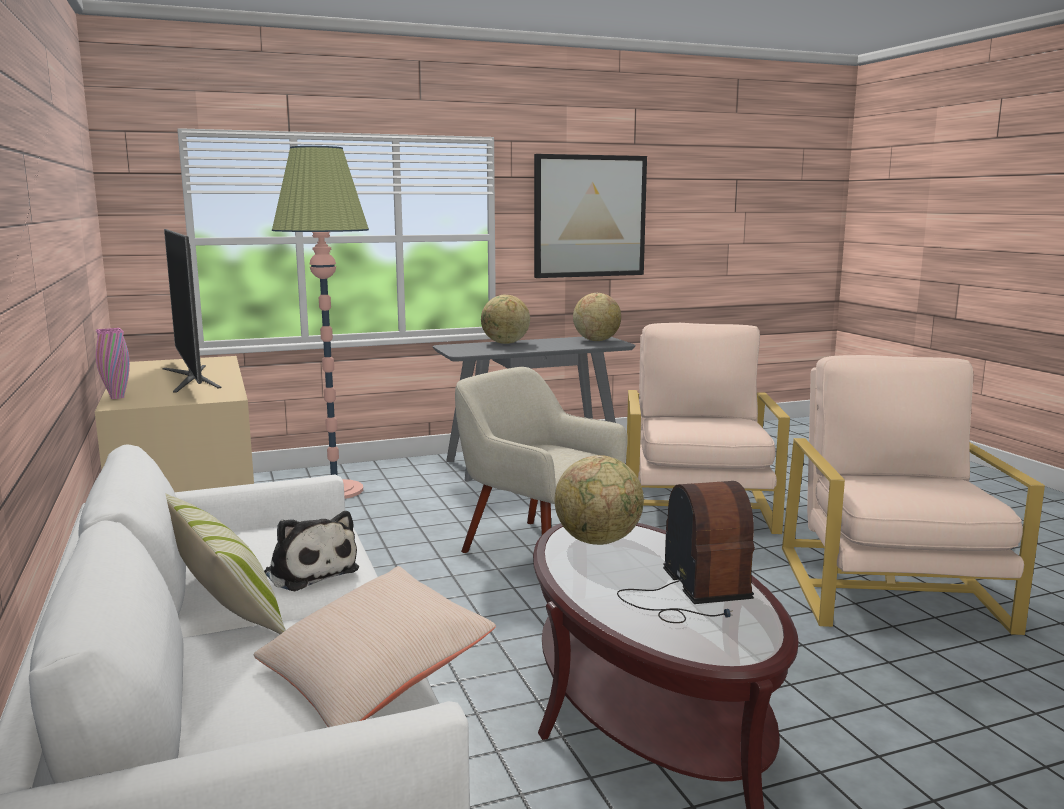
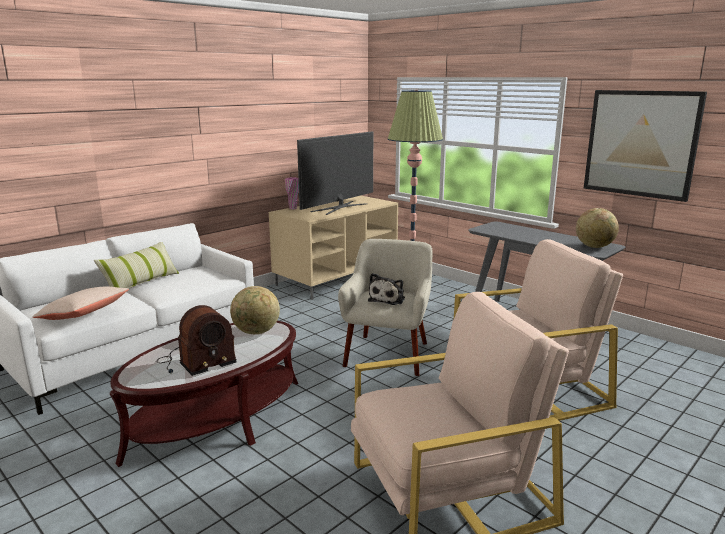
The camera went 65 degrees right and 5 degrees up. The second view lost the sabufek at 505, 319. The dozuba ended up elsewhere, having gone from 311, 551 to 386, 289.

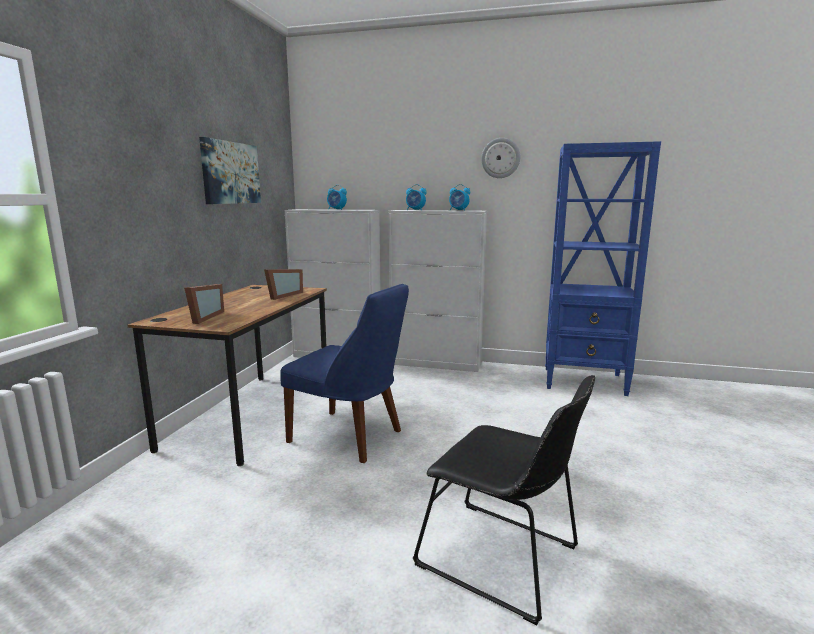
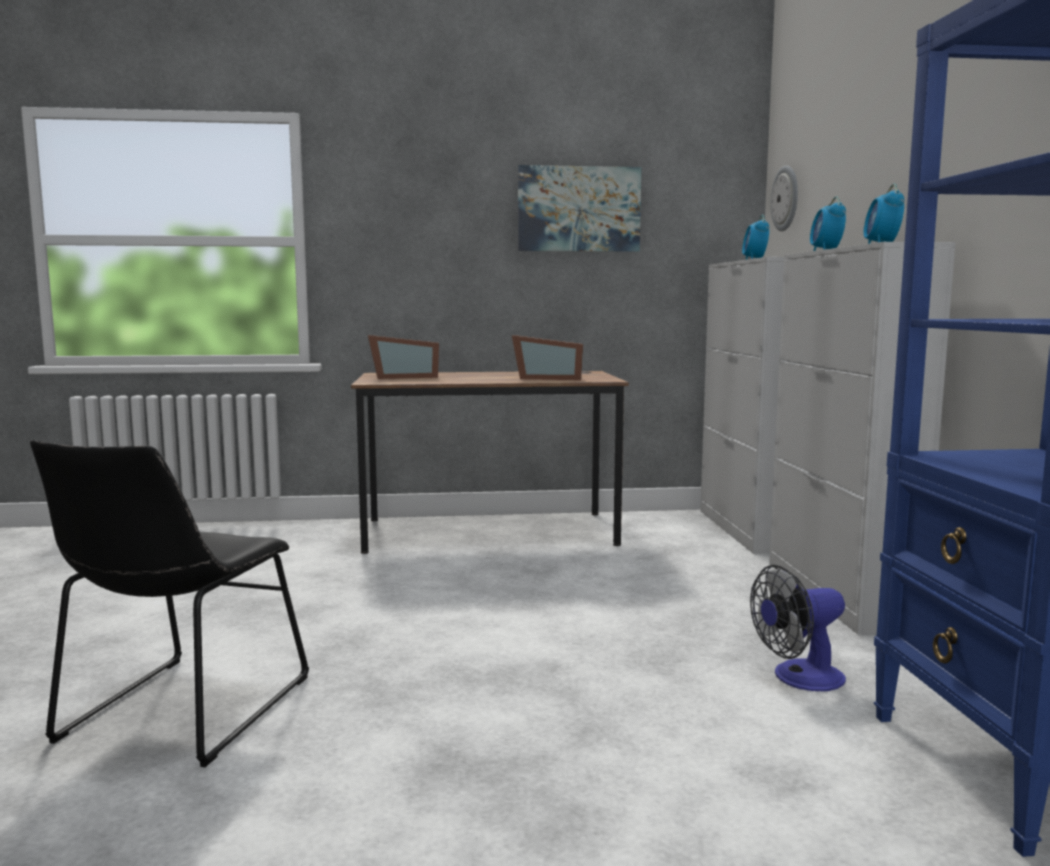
The camera went 70 degrees right and 5 degrees down. The second view lost the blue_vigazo at 344, 373. The second view gained the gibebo at 798, 628. The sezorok ended up elsewhere, having gone from 500, 158 to 784, 198.

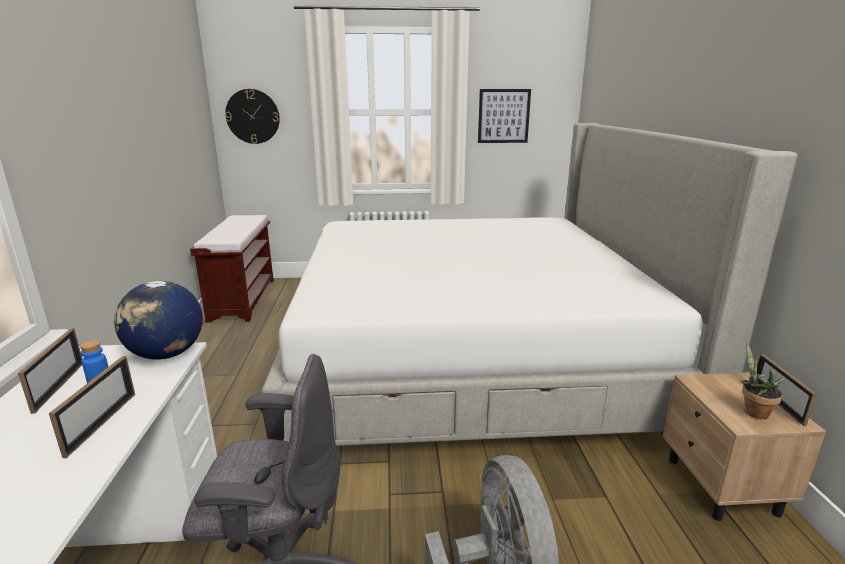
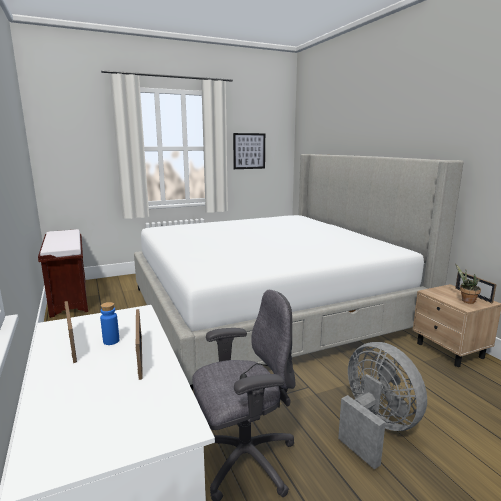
The camera went 20 degrees left and 5 degrees down. The second view lost the sabufek at 158, 320. The second view lost the sezorok at 252, 116.

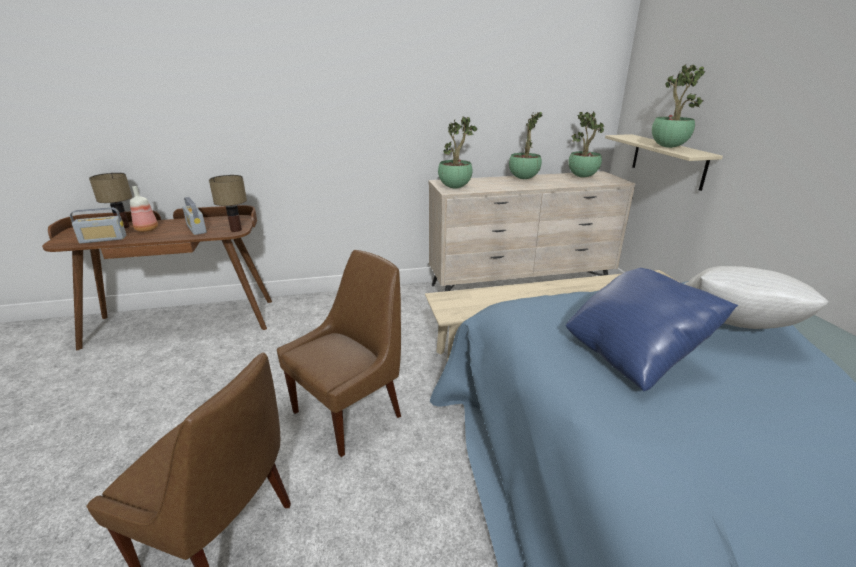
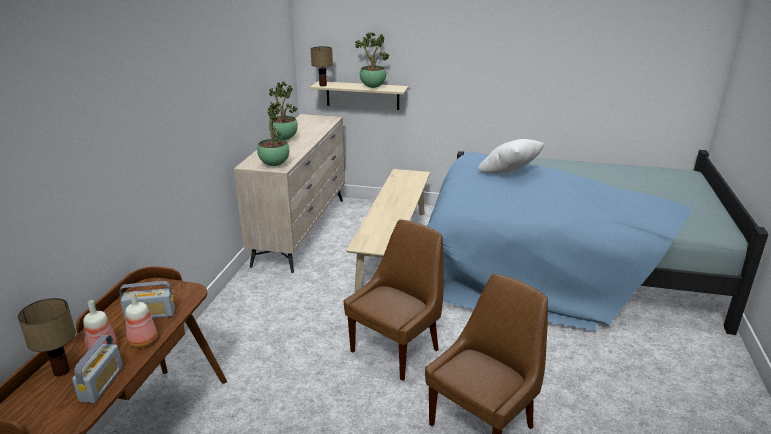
The camera went 65 degrees left and 0 degrees up. The second view lost the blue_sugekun at 652, 329. The second view lost the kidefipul at 586, 144. The second view gained the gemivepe at 141, 319. The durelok ended up elsewhere, having gone from 228, 203 to 322, 66. The brown_vigazo at 339, 353 ended up facing another way, 60 degrees clockwise from before.

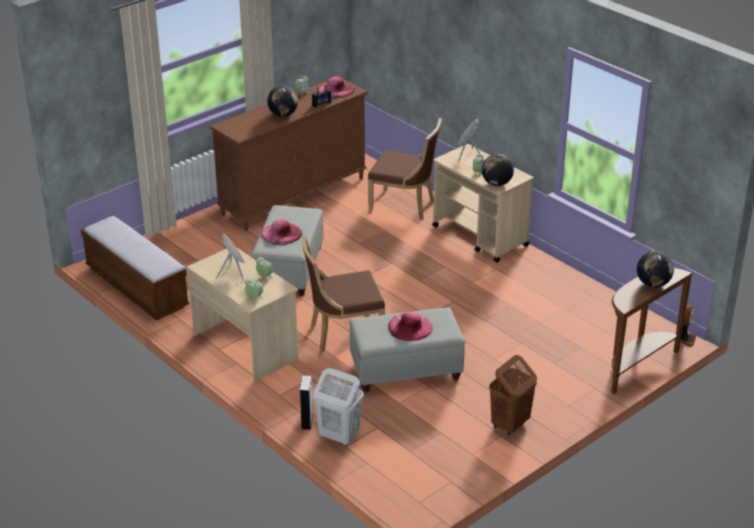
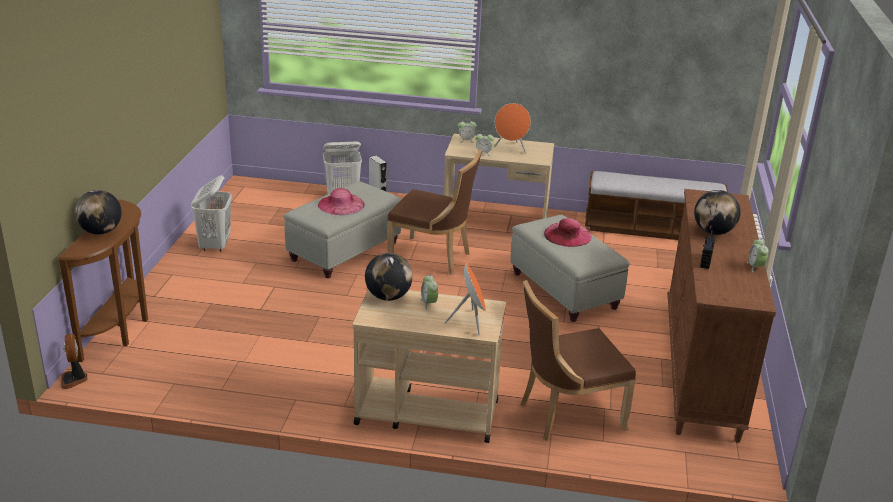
The camera went 140 degrees right and 5 degrees down. The second view lost the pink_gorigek at 336, 87. What was the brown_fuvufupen at 513, 395 turned into the white_fuvufupen at 211, 213. The brown_vigazo at 343, 293 ended up facing another way, 75 degrees clockwise from before.

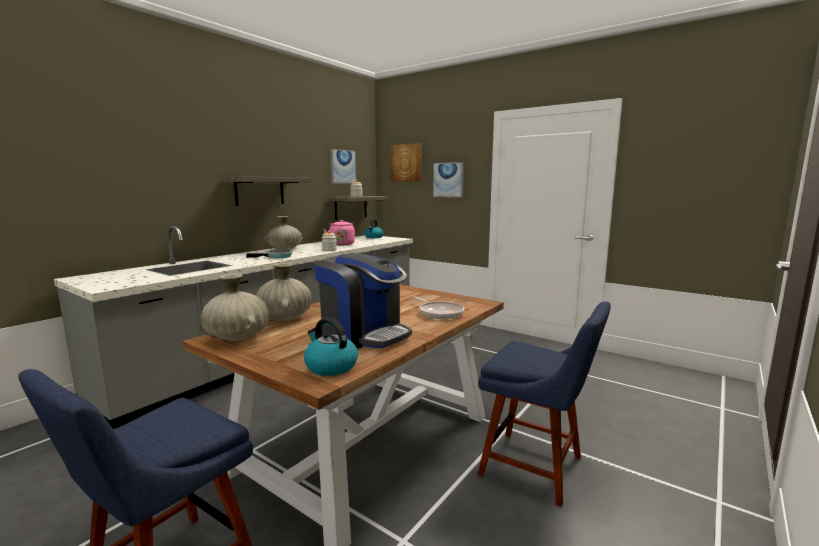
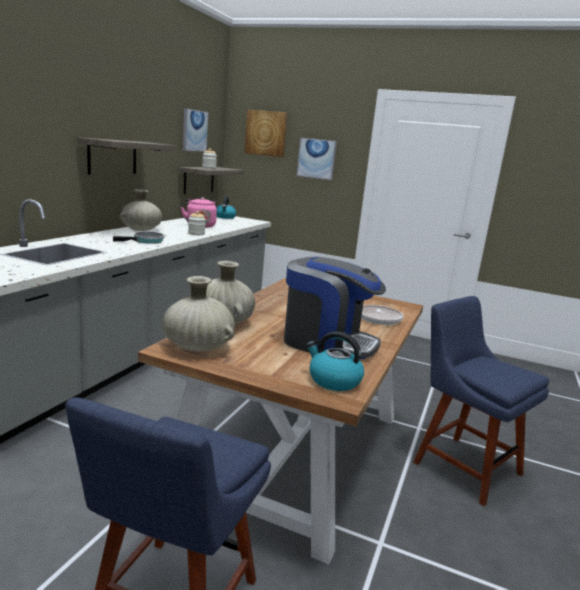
The camera went 15 degrees left and 5 degrees up. The blue_vigazo at 544, 404 ended up facing another way, 150 degrees counterclockwise from before.

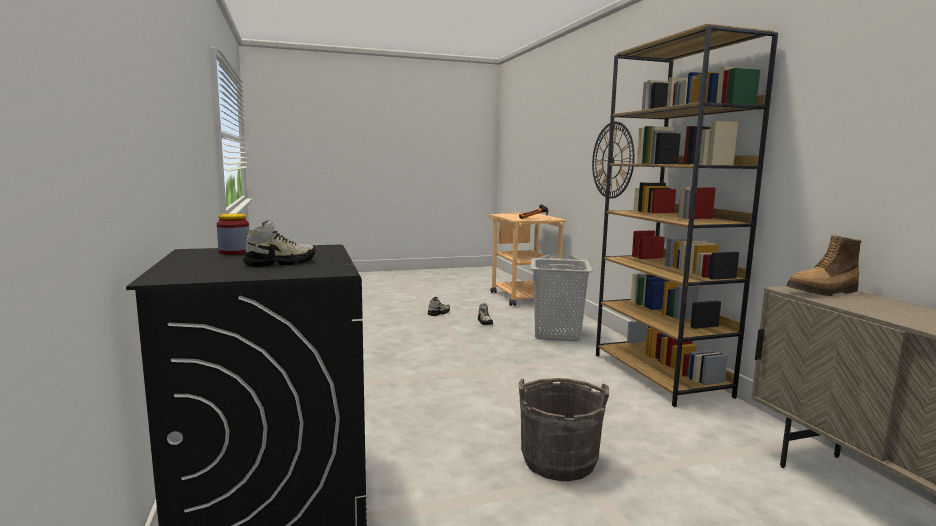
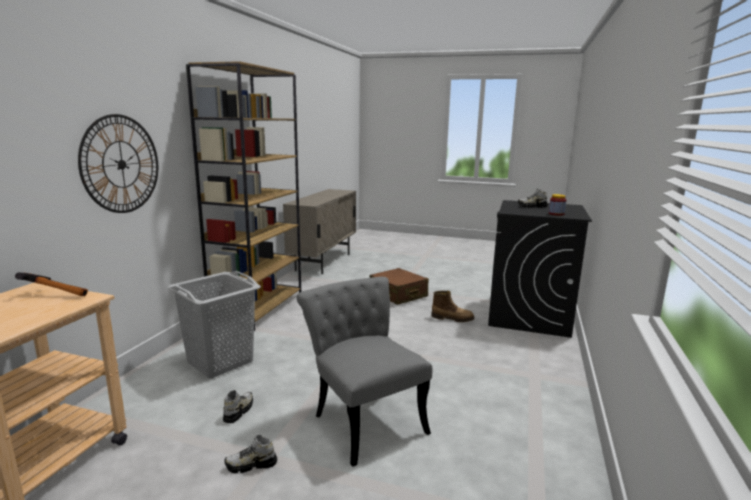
The camera went 145 degrees left and 5 degrees up. The second view gained the grey_vigazo at 364, 372. The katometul ended up elsewhere, having gone from 823, 266 to 453, 306. Where the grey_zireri stood at 563, 429, the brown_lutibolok came to stand at 399, 286.

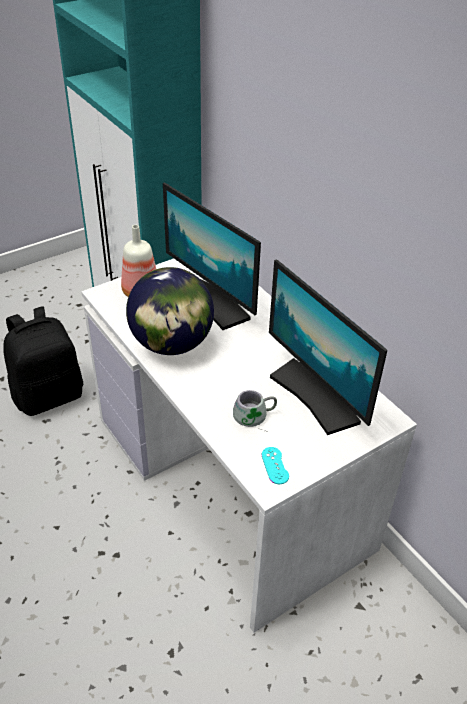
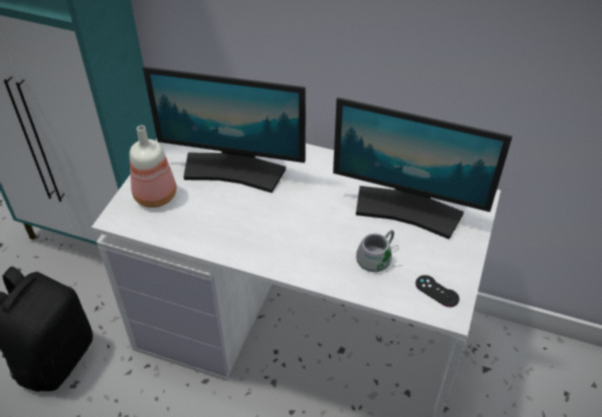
The camera went 35 degrees left and 5 degrees up. The second view lost the sabufek at 170, 311. What was the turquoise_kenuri at 275, 465 turned into the black_kenuri at 437, 291.

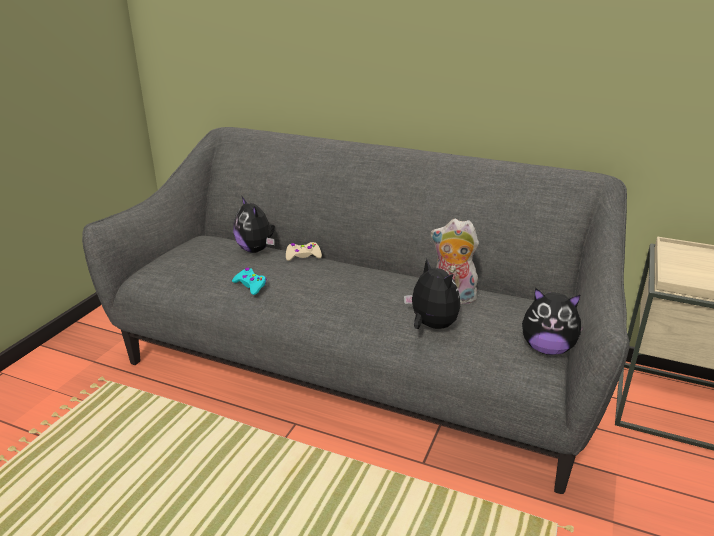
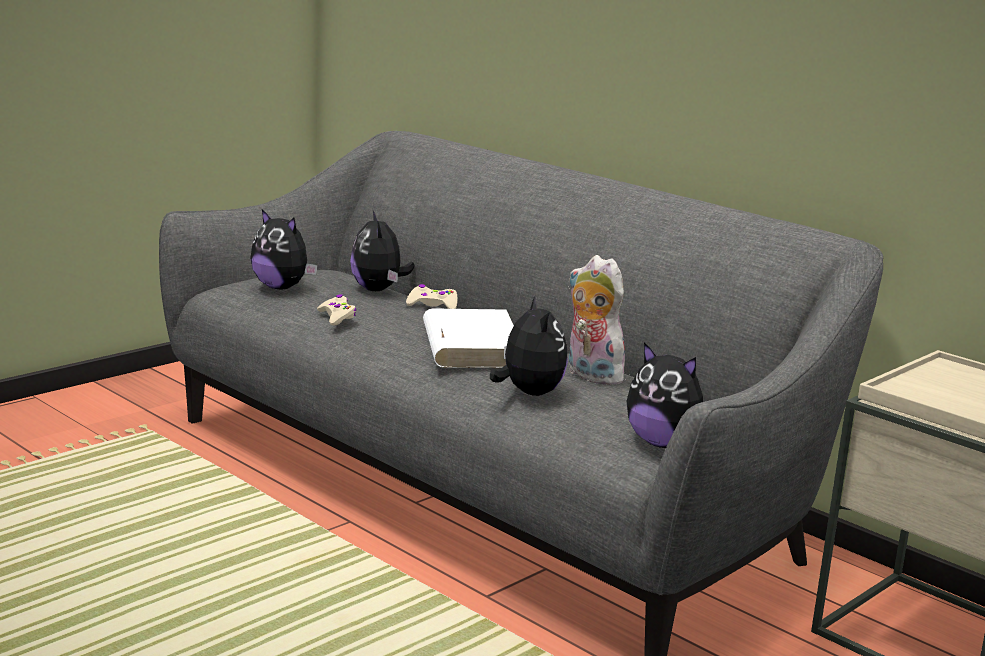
The camera went 20 degrees right and 10 degrees down. The second view gained the dozuba at 284, 249. The second view gained the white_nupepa at 468, 338. What was the turquoise_kenuri at 249, 281 turned into the beige_kenuri at 336, 310.

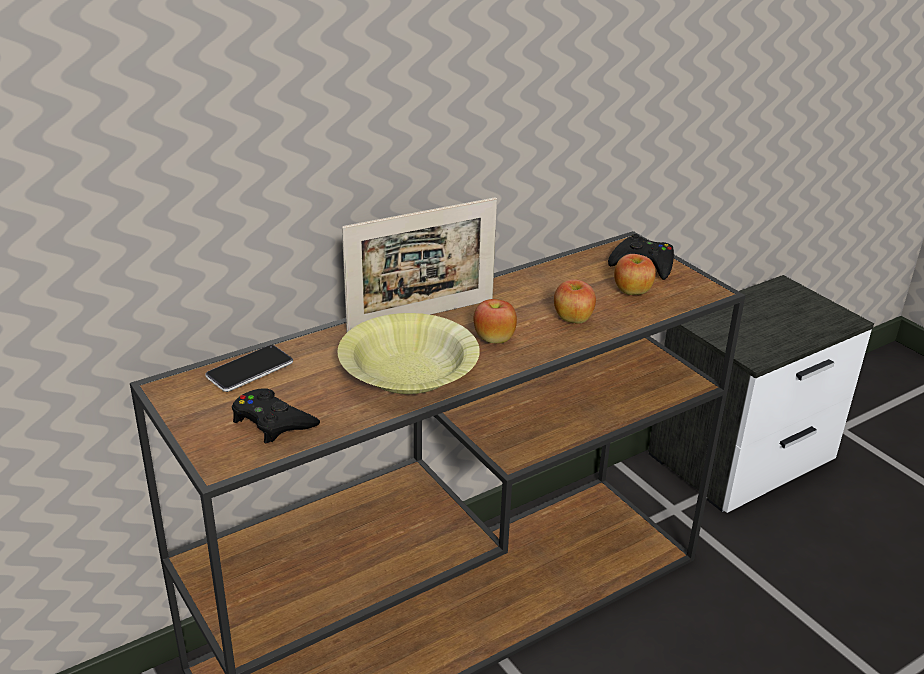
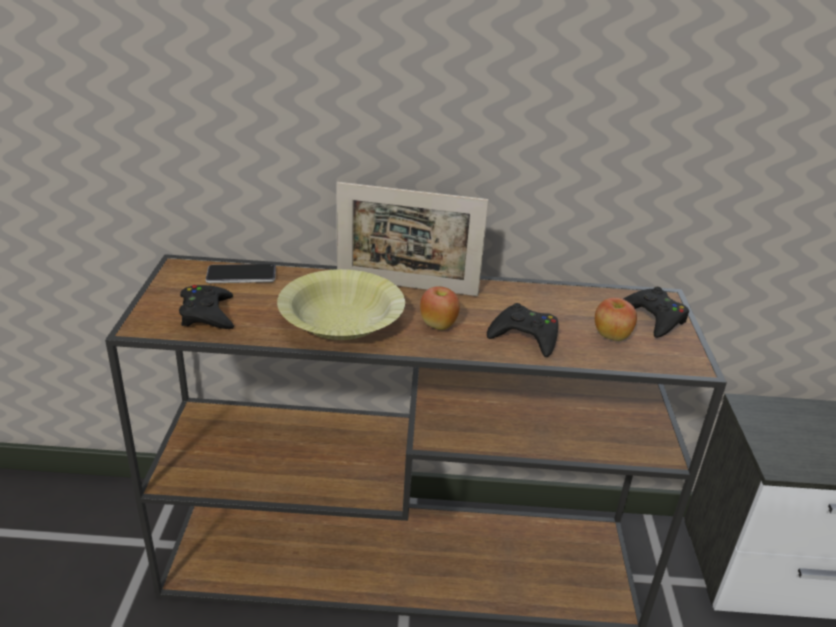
The camera went 35 degrees right and 0 degrees up. Where the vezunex stood at 575, 301, the black_kenuri came to stand at 522, 330.

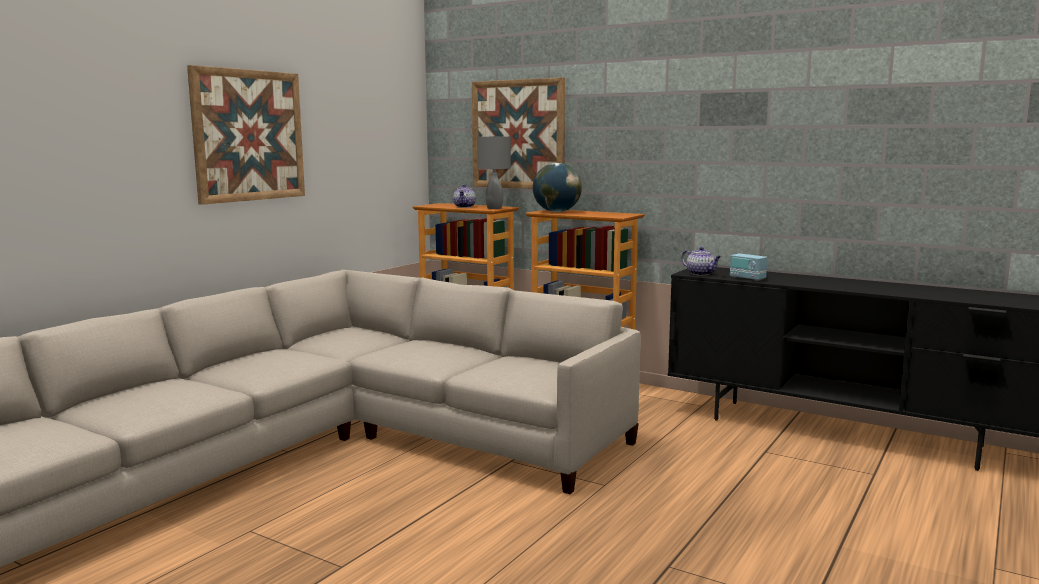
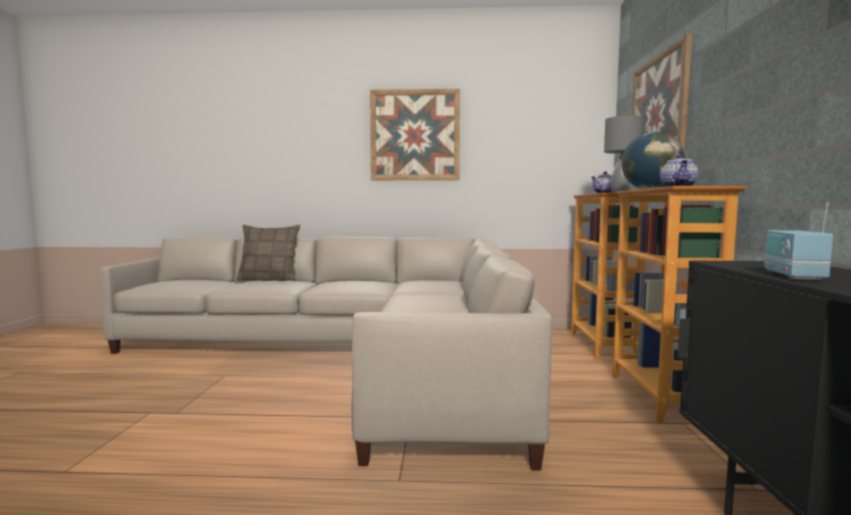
The camera went 60 degrees right and 5 degrees down. The second view gained the sugekun at 268, 253. The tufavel ended up elsewhere, having gone from 701, 261 to 679, 170.

